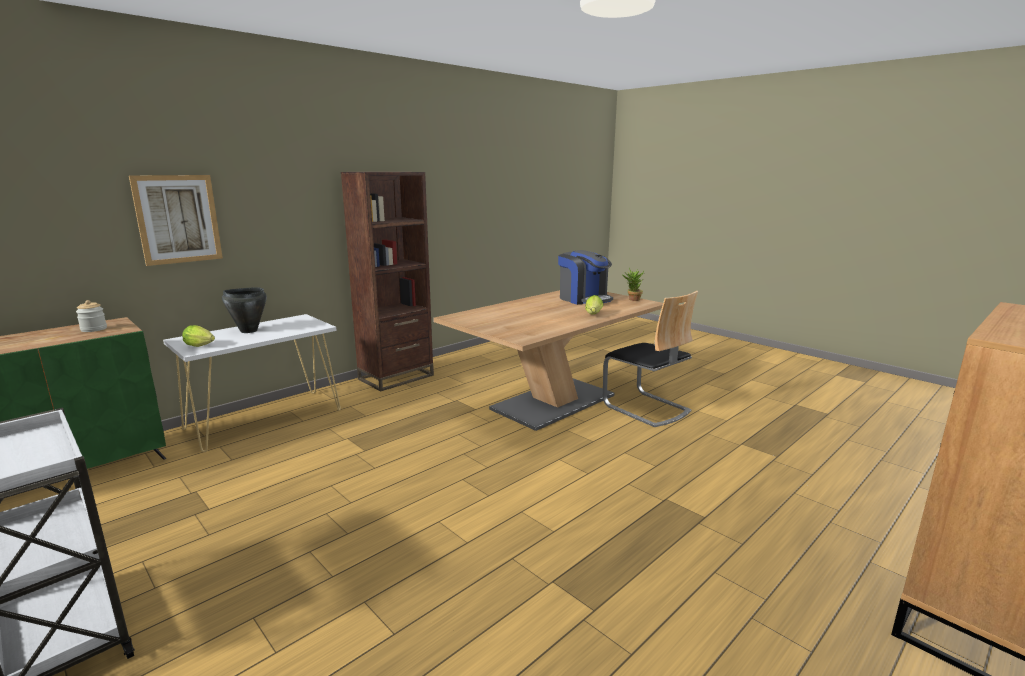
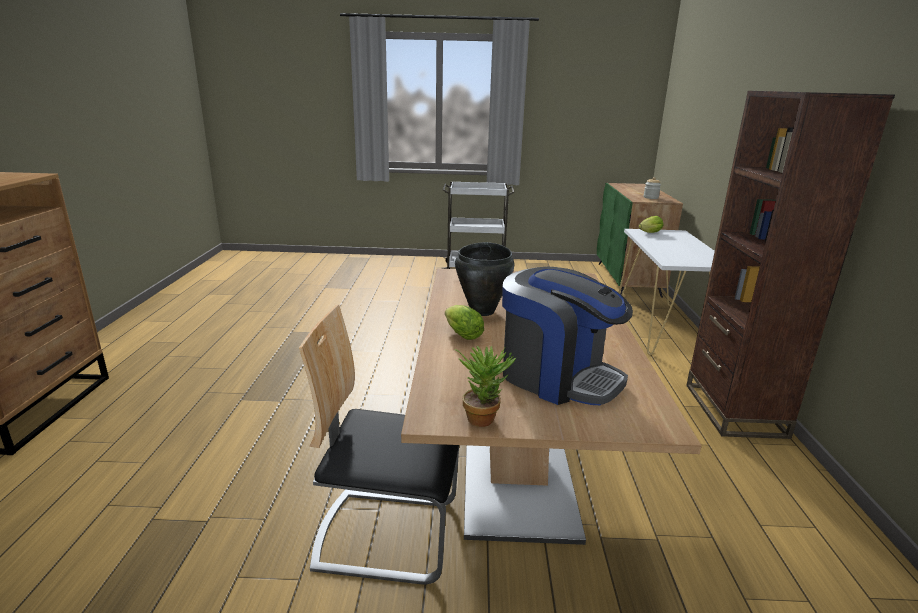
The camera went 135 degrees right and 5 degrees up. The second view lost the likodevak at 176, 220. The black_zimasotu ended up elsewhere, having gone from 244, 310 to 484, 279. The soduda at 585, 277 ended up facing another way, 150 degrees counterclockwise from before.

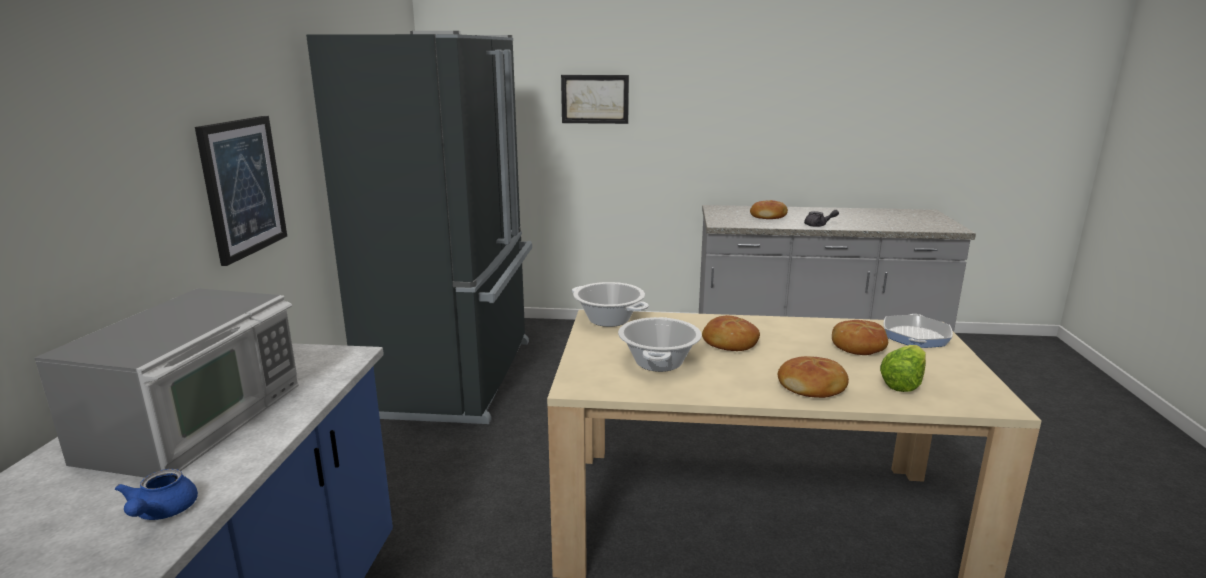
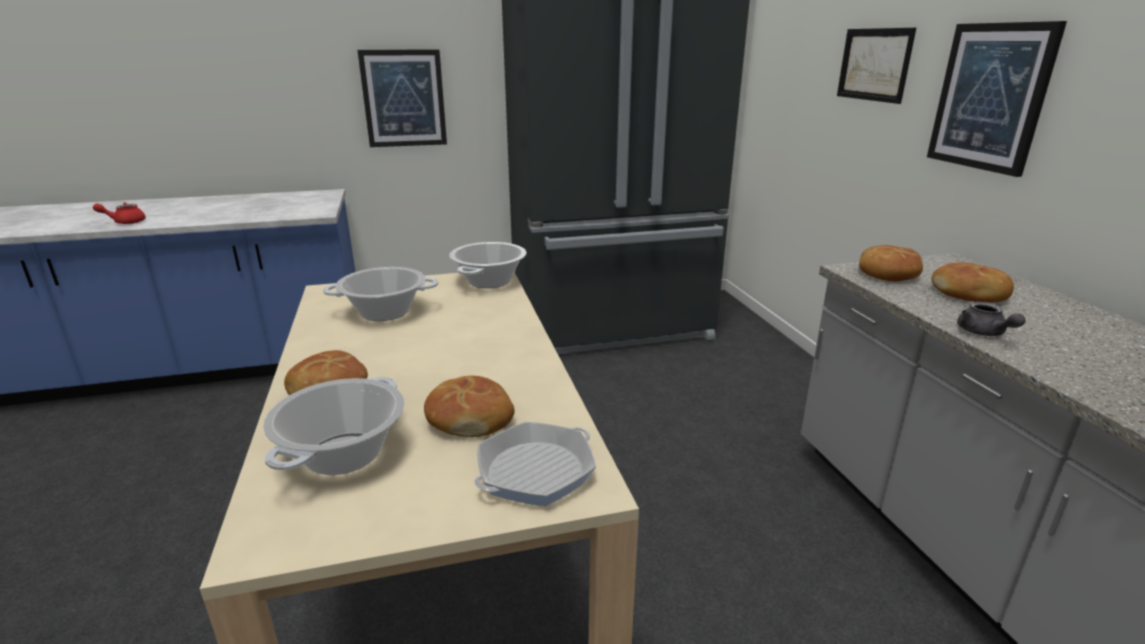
The camera went 70 degrees right and 5 degrees up. The second view lost the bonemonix at 166, 383. The second view gained the likodevak at 997, 99. The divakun ended up elsewhere, having gone from 731, 333 to 891, 263. Where the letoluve stood at 903, 368, the zimasotu came to stand at 334, 426. What was the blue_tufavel at 156, 494 turned into the red_tufavel at 119, 213. The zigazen at 918, 331 ended up facing another way, 45 degrees counterclockwise from before.

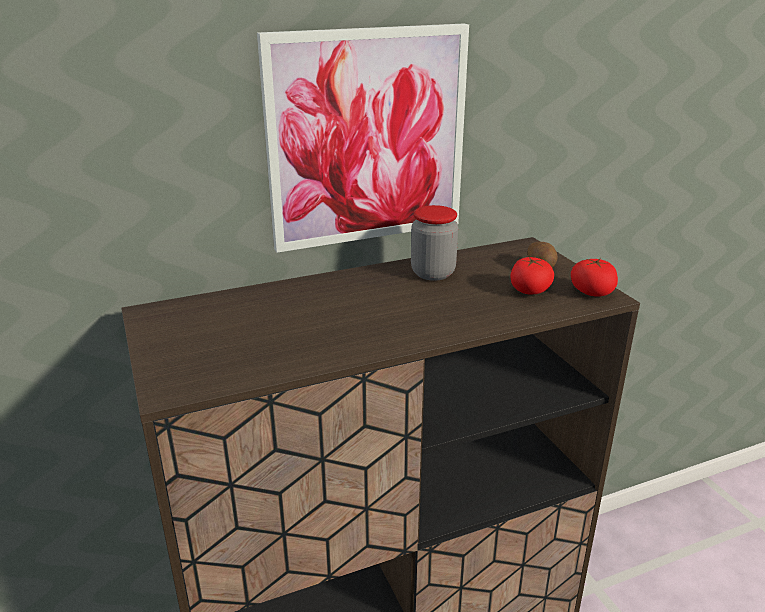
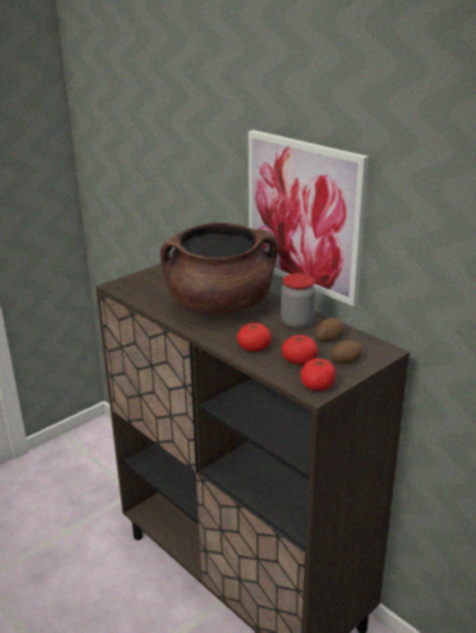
The camera went 70 degrees right and 0 degrees up. The second view gained the brown_zimasotu at 219, 269. The second view gained the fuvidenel at 254, 337. The second view gained the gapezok at 329, 329.

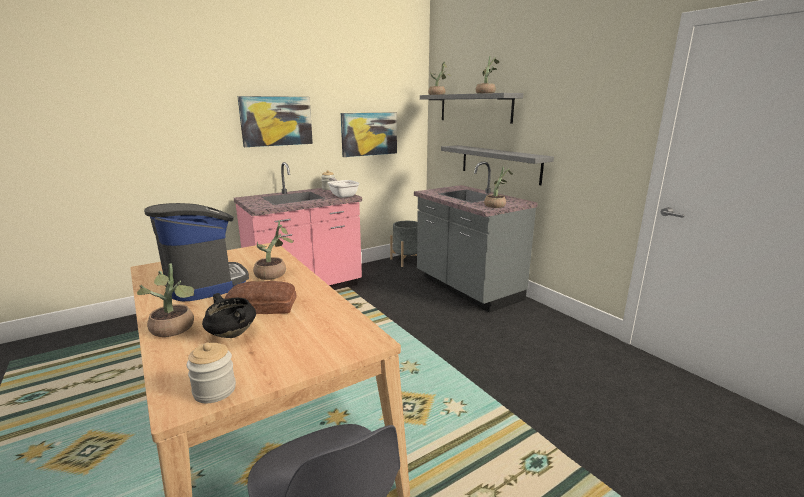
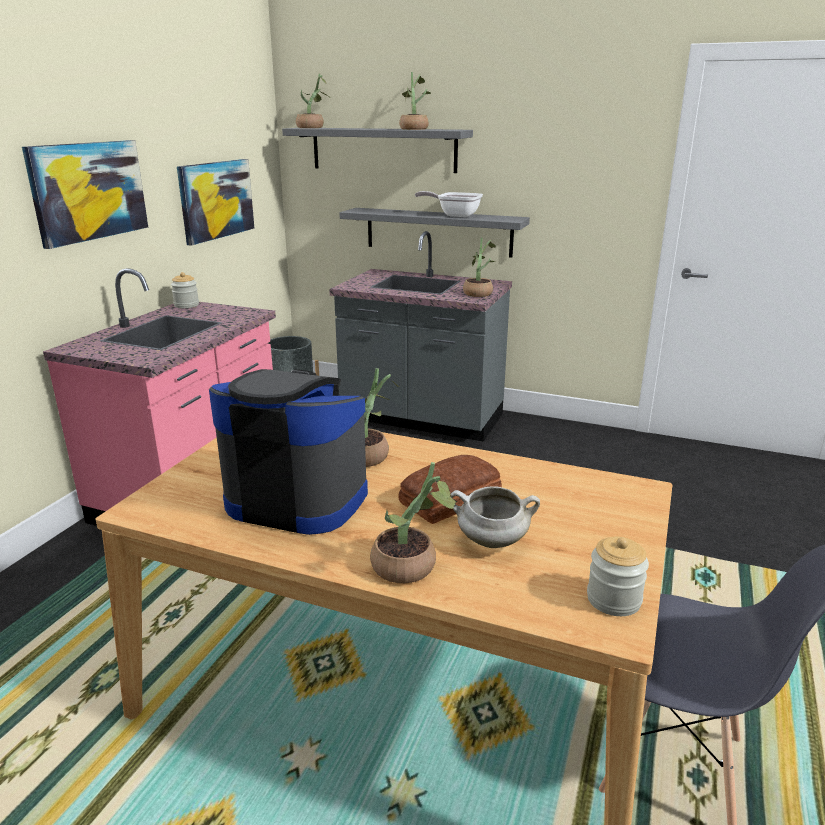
The camera went 35 degrees left and 5 degrees up. The zigazen ended up elsewhere, having gone from 343, 188 to 449, 204. What was the black_zimasotu at 229, 315 turned into the white_zimasotu at 495, 517.

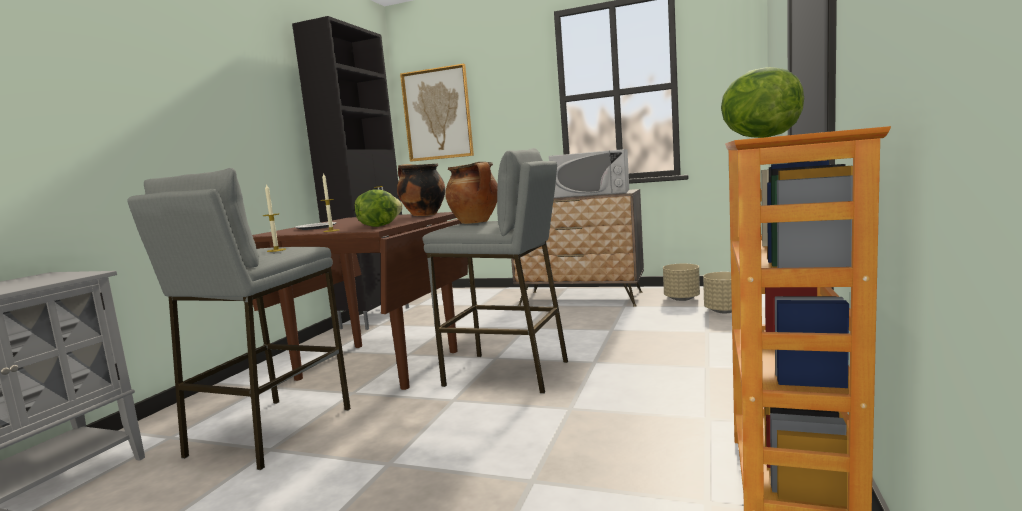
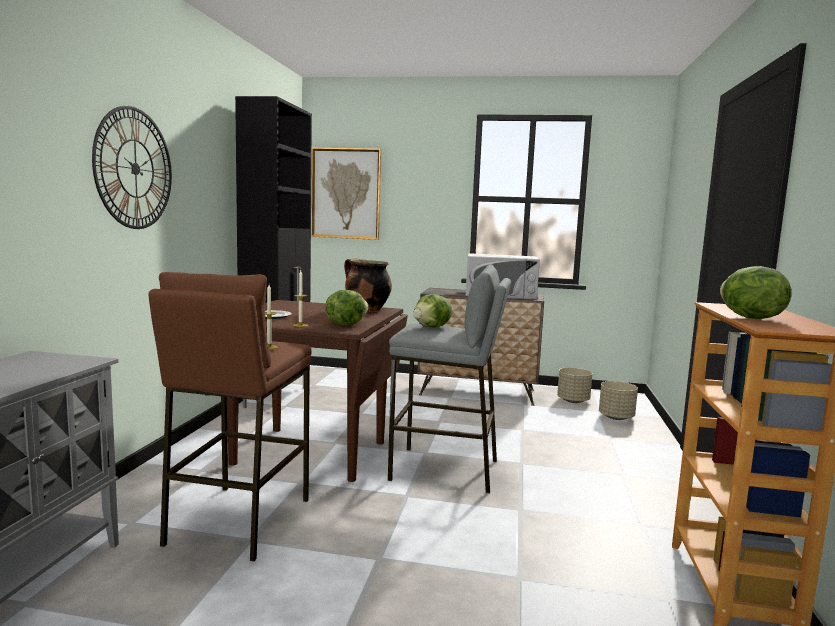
The camera went 10 degrees left and 0 degrees up. The second view gained the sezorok at 132, 167. Where the zimasotu stood at 471, 193, the letoluve came to stand at 432, 310. What was the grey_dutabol at 239, 319 turned into the brown_dutabol at 230, 416.

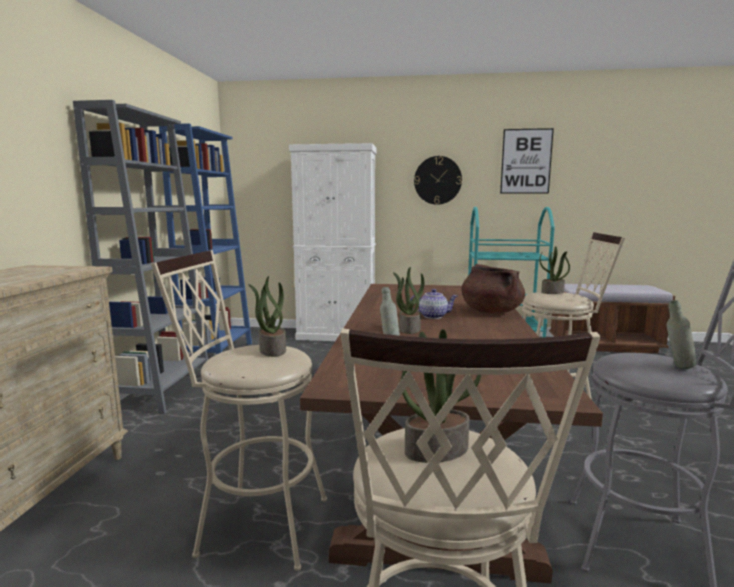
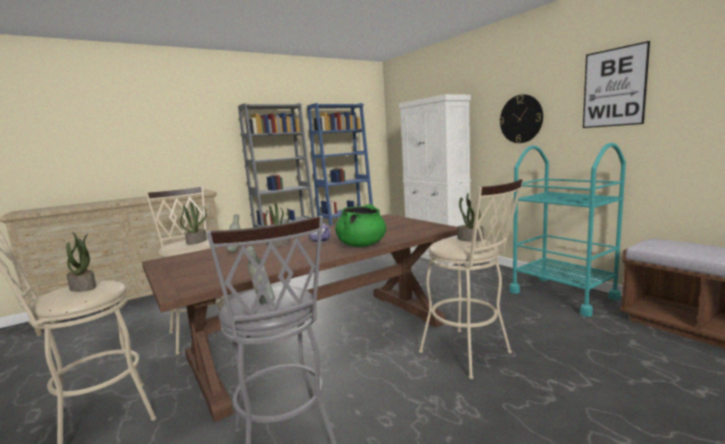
The camera went 50 degrees right and 0 degrees up. What was the brown_zimasotu at 493, 289 turned into the green_zimasotu at 360, 225.

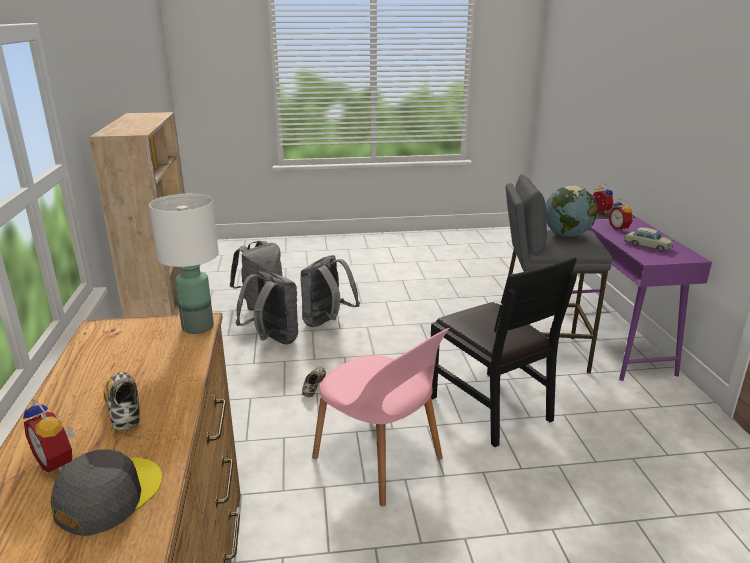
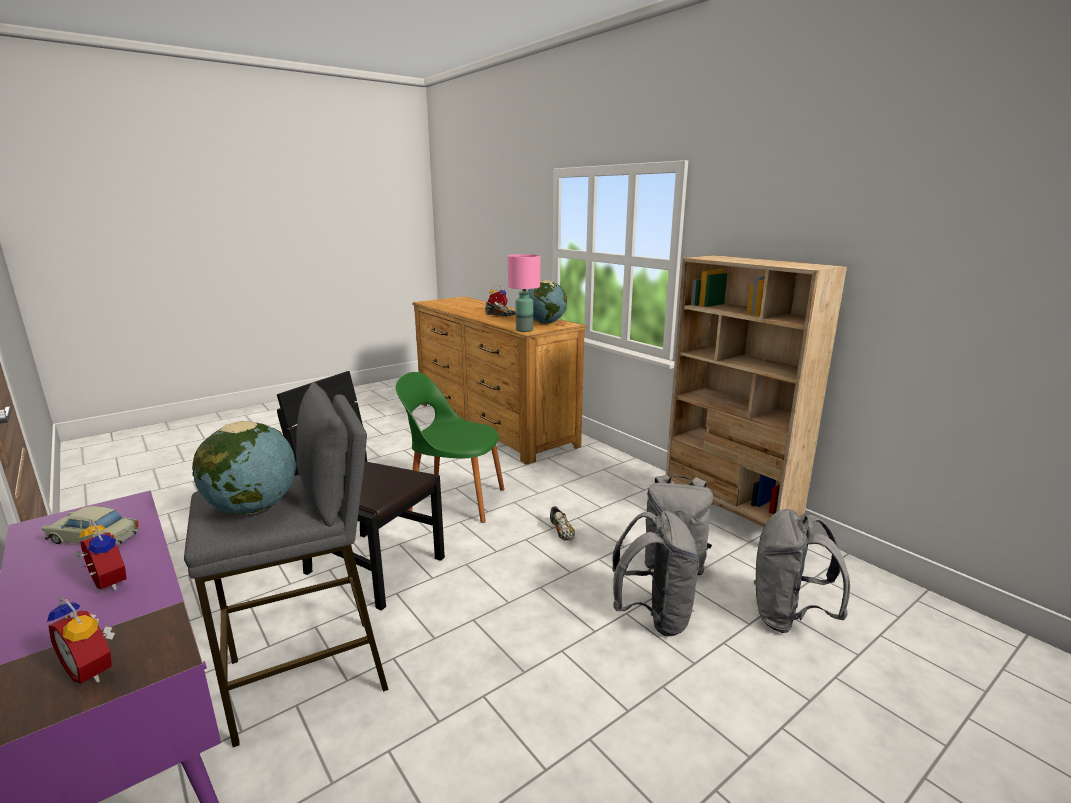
The camera went 150 degrees right and 5 degrees down. The second view lost the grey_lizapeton at 106, 492. The second view gained the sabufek at 547, 302. What was the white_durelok at 184, 264 turned into the pink_durelok at 524, 293. What was the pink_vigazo at 380, 417 turned into the green_vigazo at 450, 447.

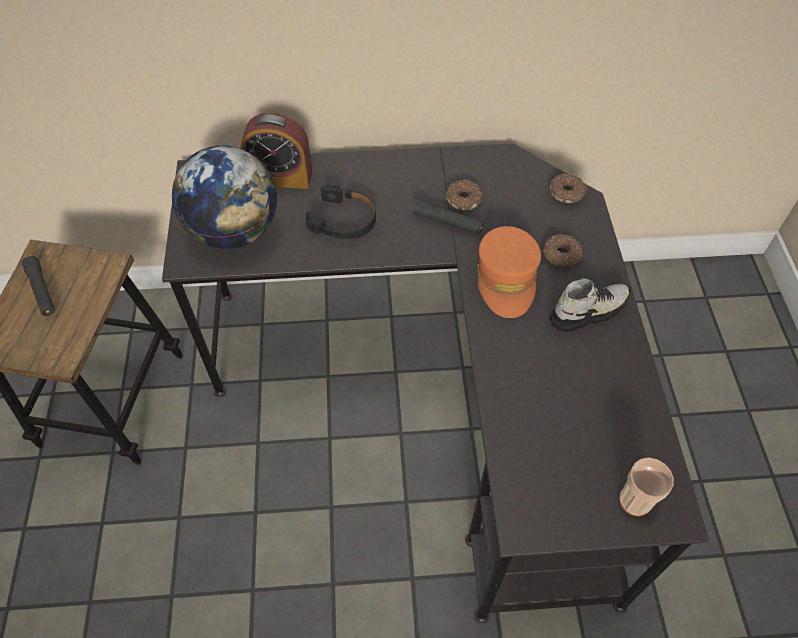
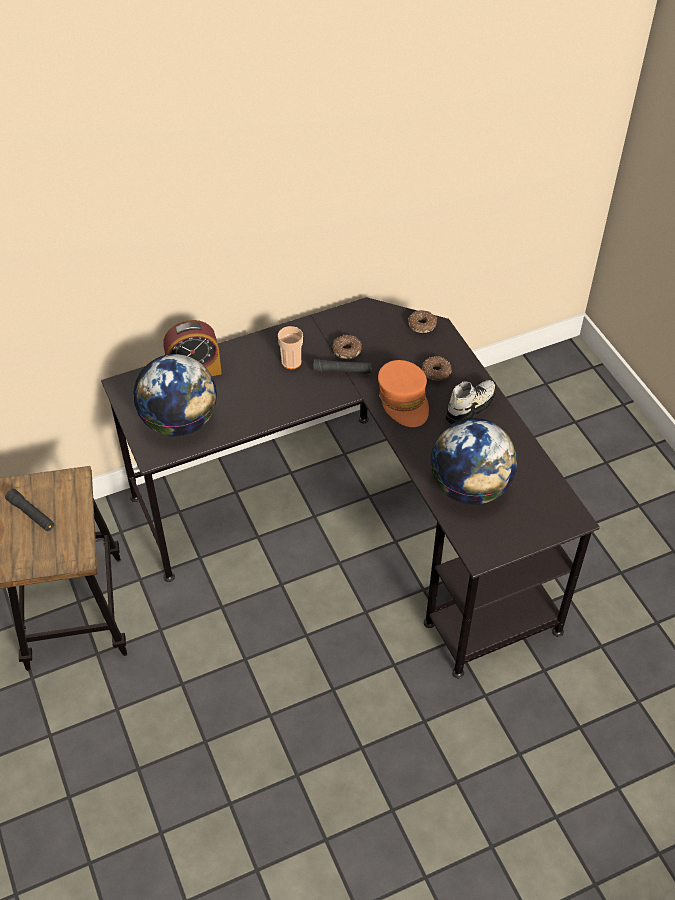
The camera went 20 degrees left and 5 degrees down. The second view lost the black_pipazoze at 341, 211. The second view gained the sabufek at 474, 461. The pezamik ended up elsewhere, having gone from 646, 487 to 290, 347.

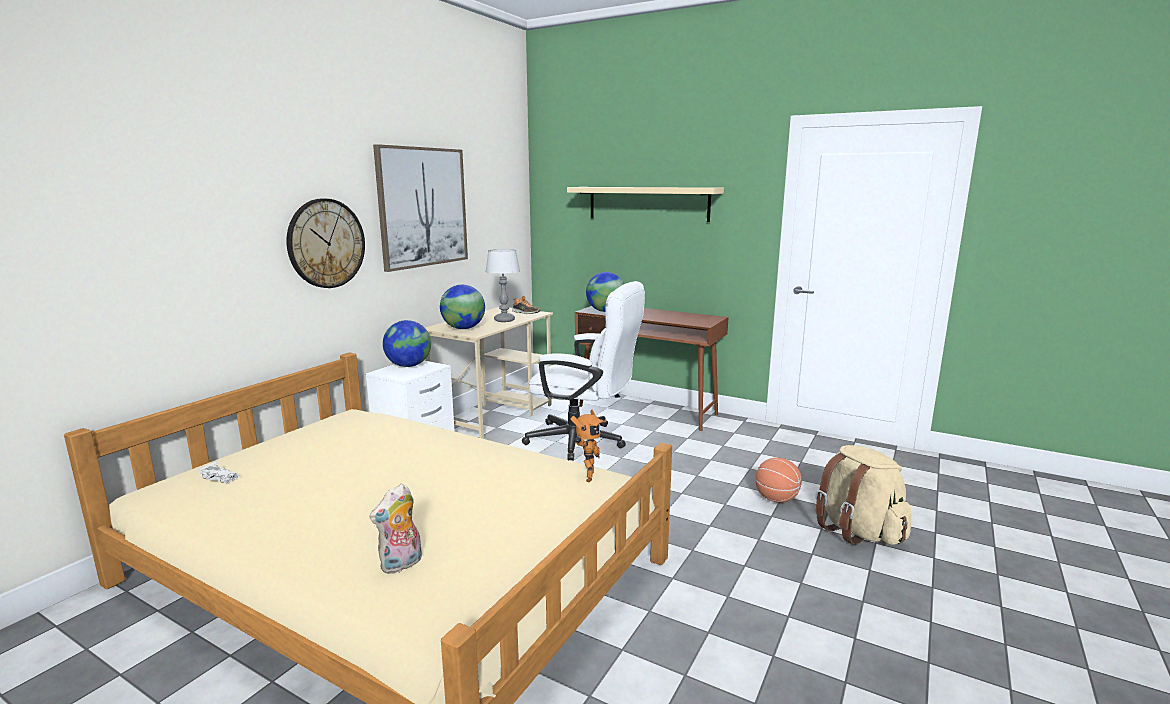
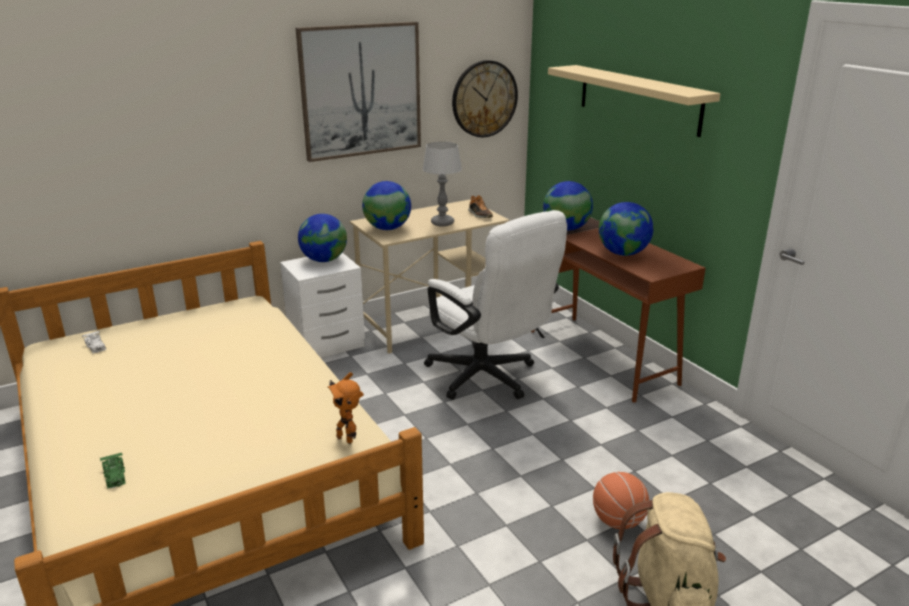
The camera went 30 degrees right and 10 degrees up. The second view gained the sabufek at 626, 229. The sezorok ended up elsewhere, having gone from 326, 243 to 485, 98. Where the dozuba stood at 395, 529, the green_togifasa came to stand at 113, 471. The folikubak at 588, 445 ended up facing another way, 90 degrees clockwise from before.

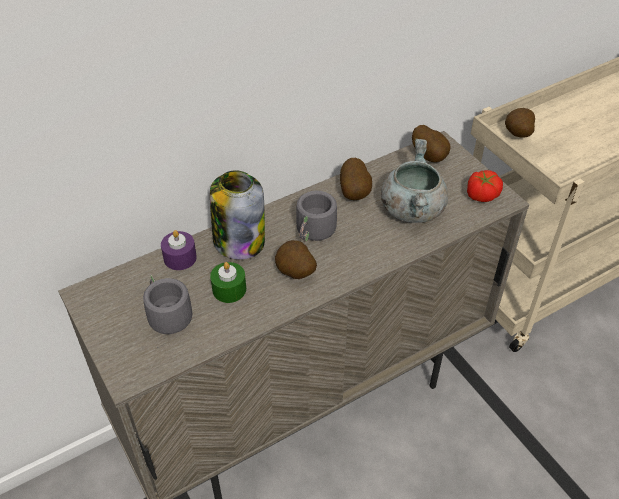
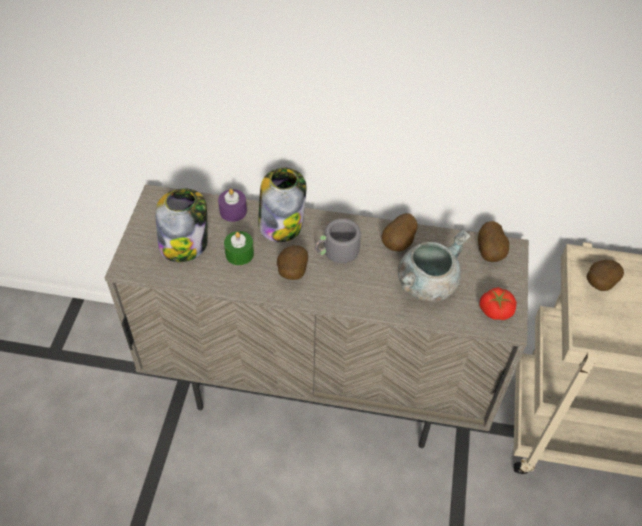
The camera went 40 degrees right and 5 degrees up. Where the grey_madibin stood at 168, 311, the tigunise came to stand at 182, 225.

